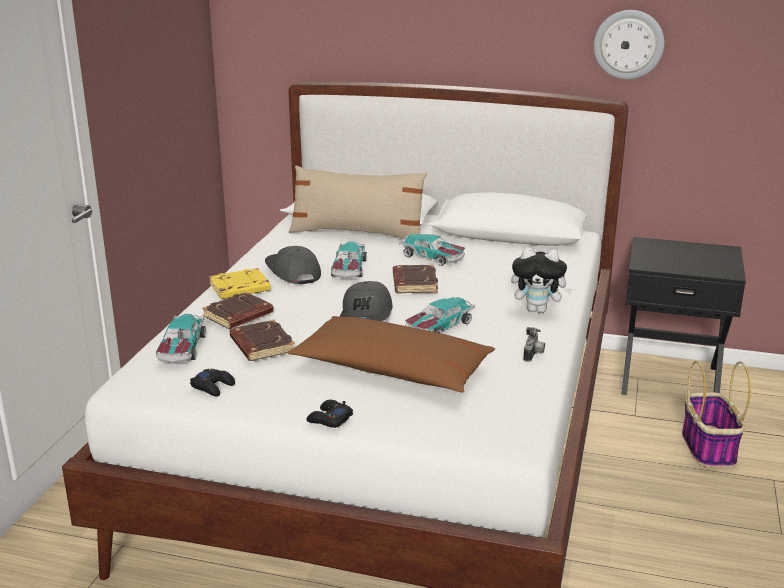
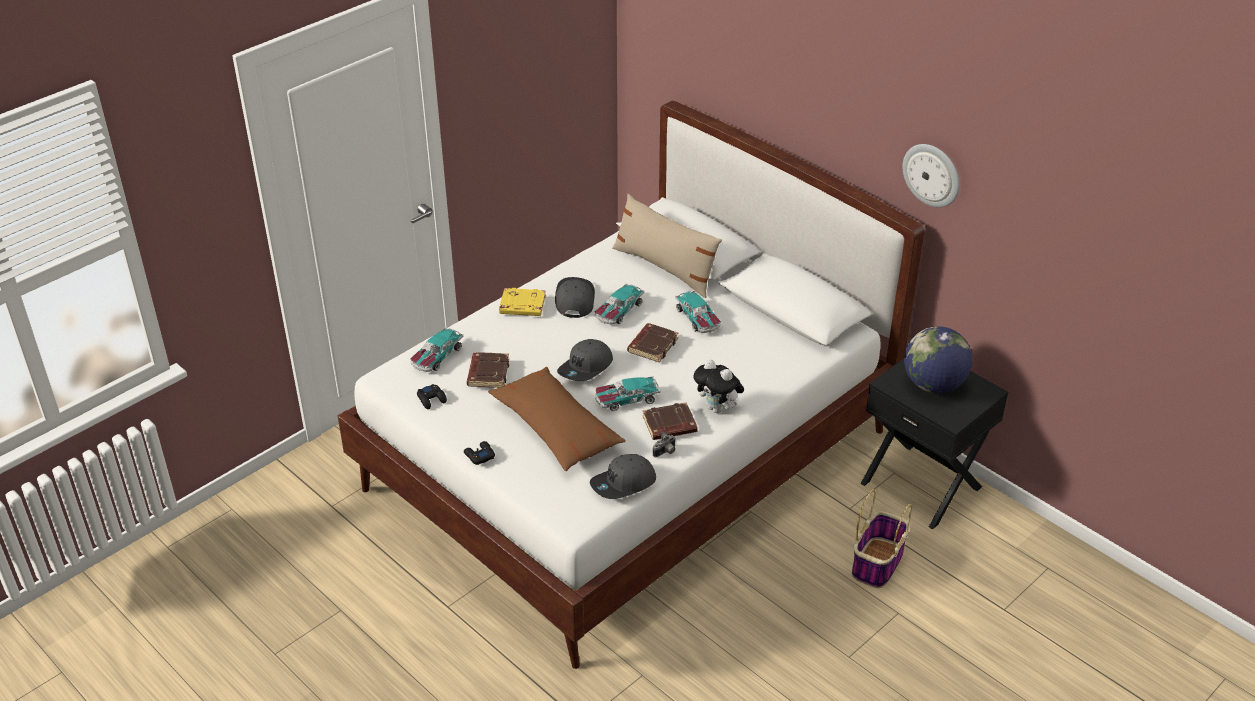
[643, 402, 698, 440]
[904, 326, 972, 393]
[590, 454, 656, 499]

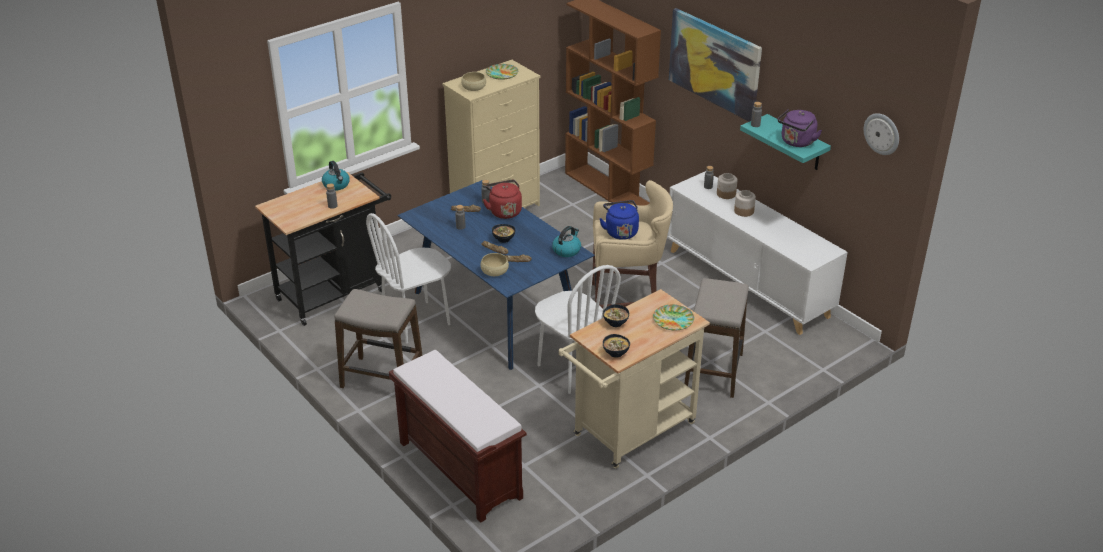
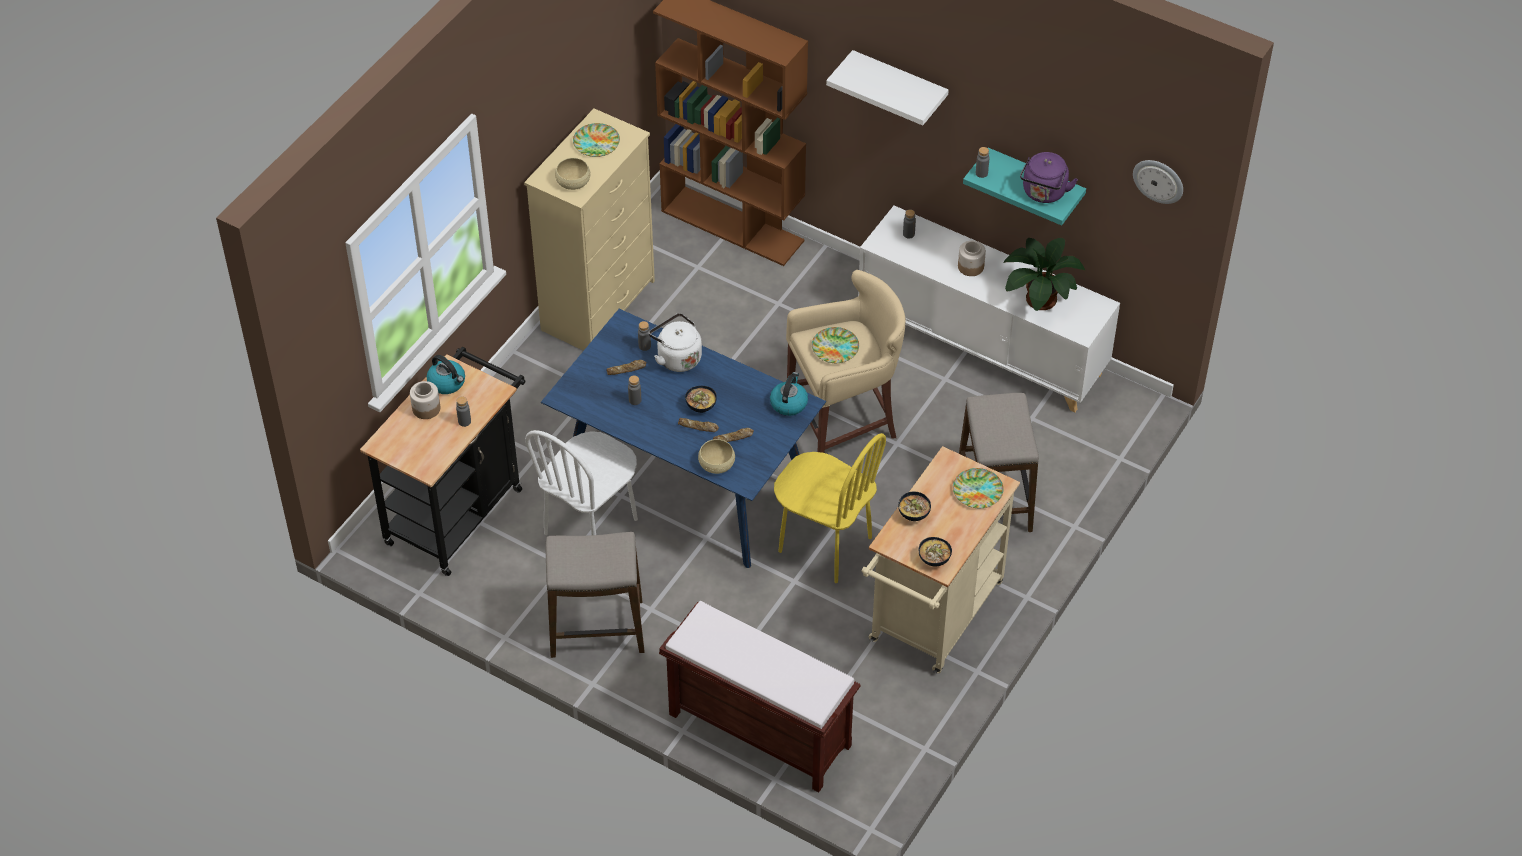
[826, 50, 949, 126]
[410, 381, 440, 419]
[649, 313, 702, 372]
[812, 327, 859, 363]
[774, 433, 886, 583]
[1003, 238, 1085, 311]

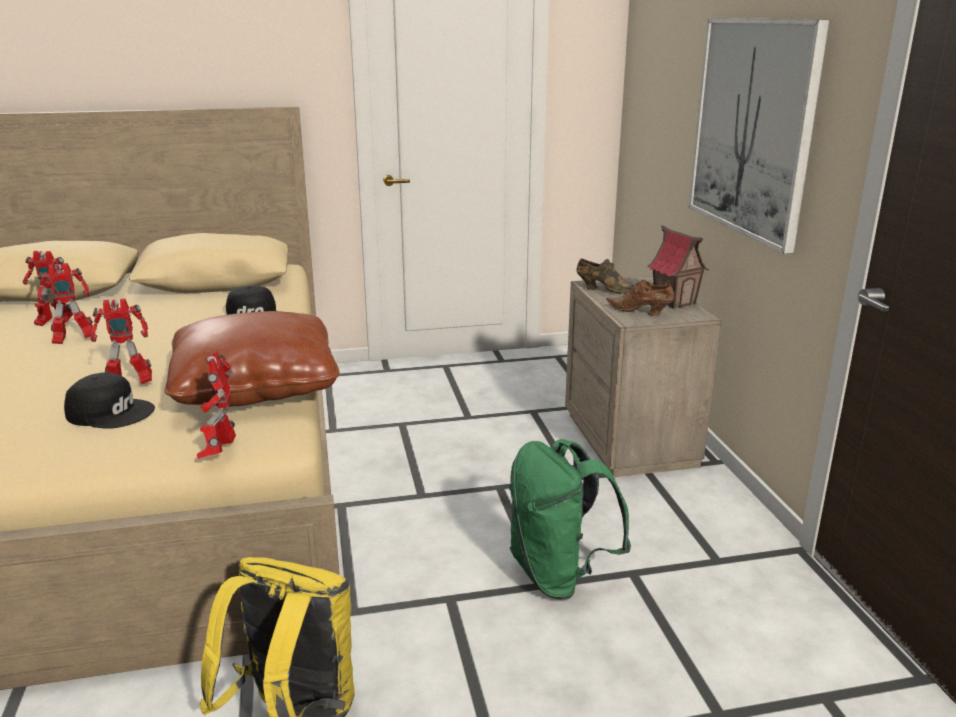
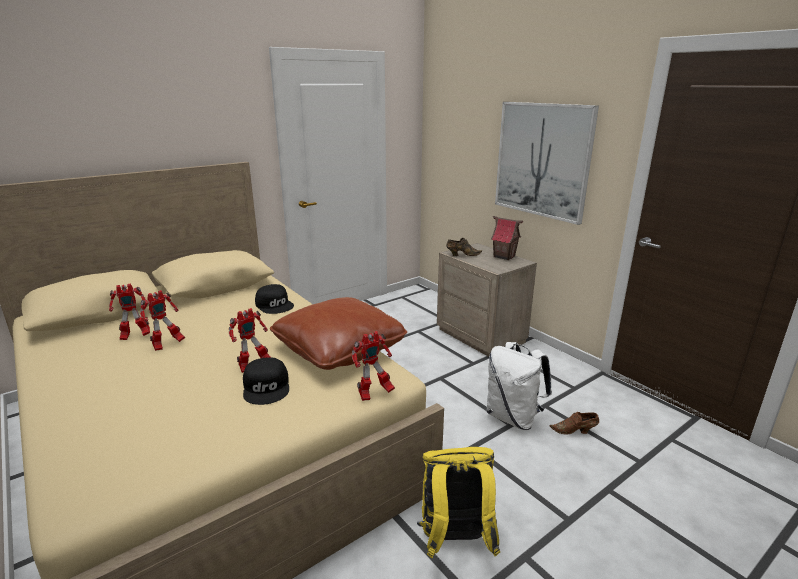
[549, 412, 599, 435]
[352, 331, 395, 401]
[243, 358, 289, 405]
[486, 342, 552, 430]

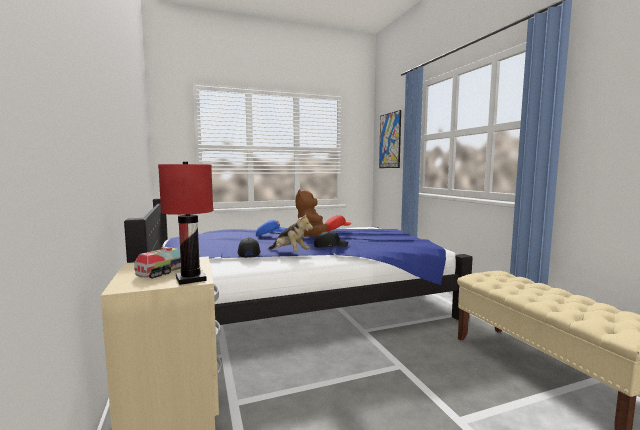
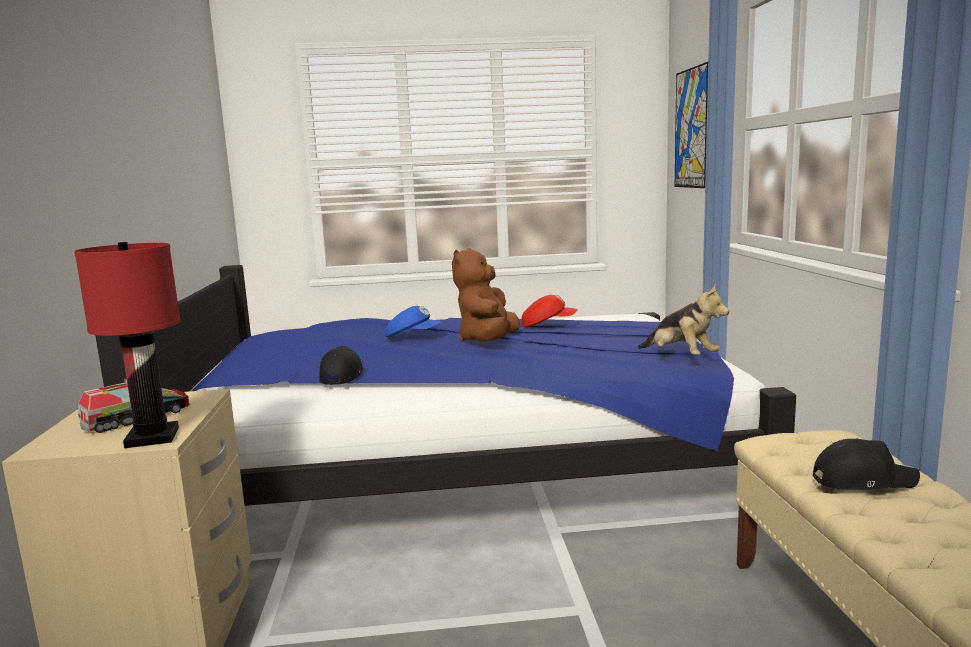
[638, 284, 729, 355]
[813, 439, 920, 490]

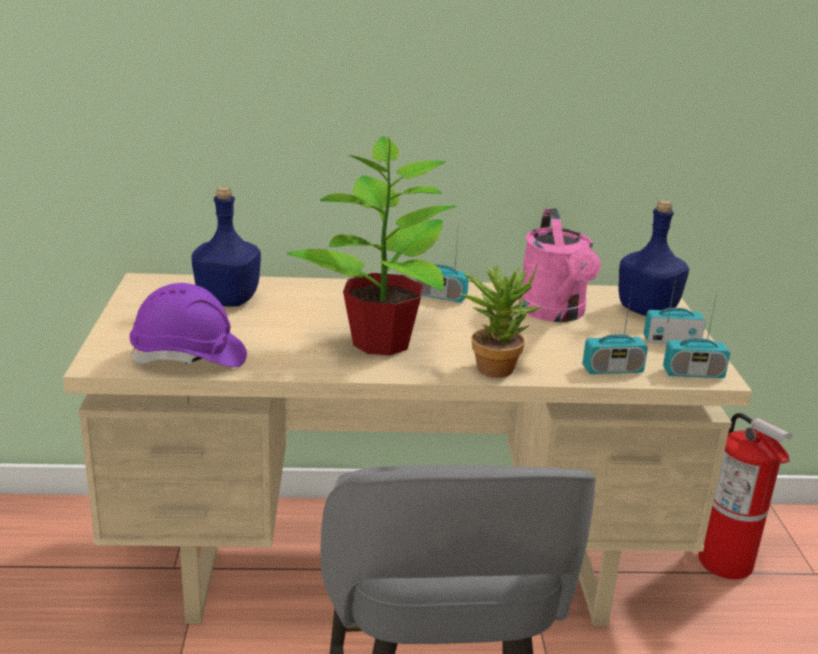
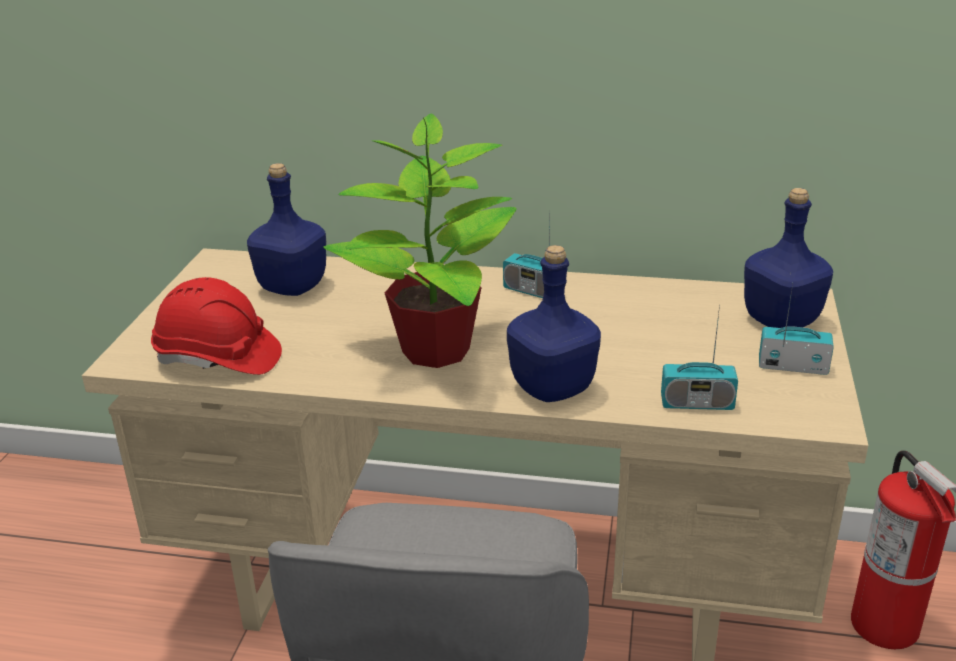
[518, 208, 601, 322] (first image)
[507, 245, 601, 402]
[151, 277, 282, 375]
[663, 294, 730, 378] (first image)

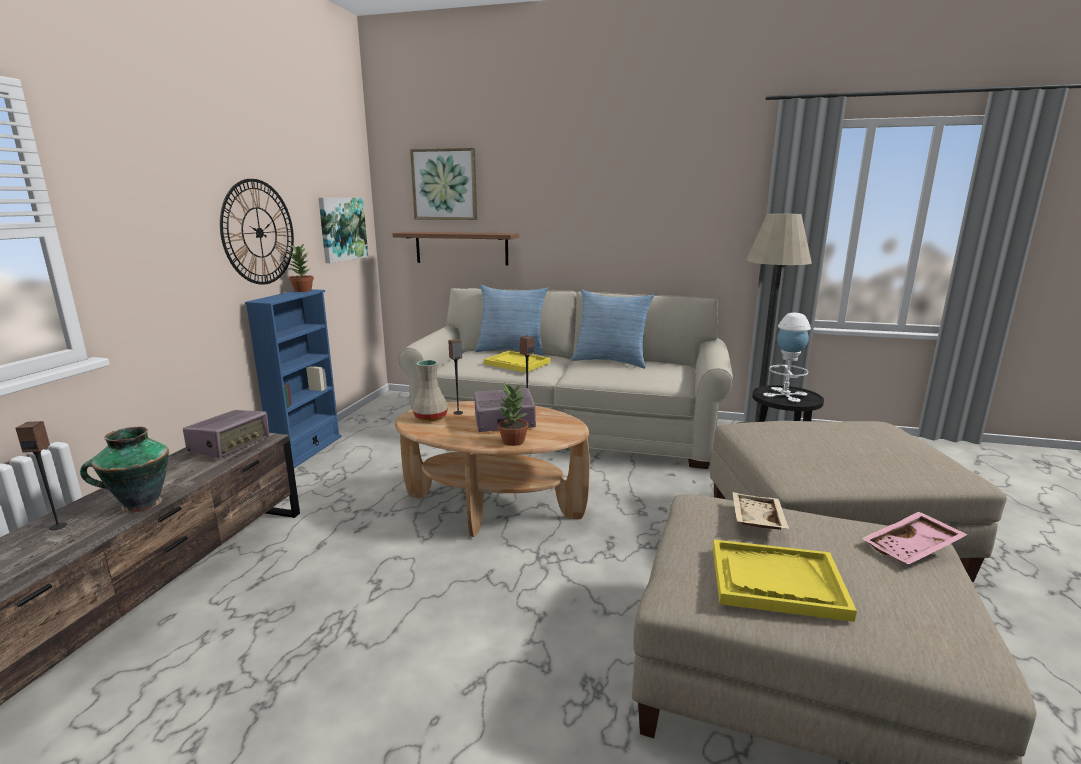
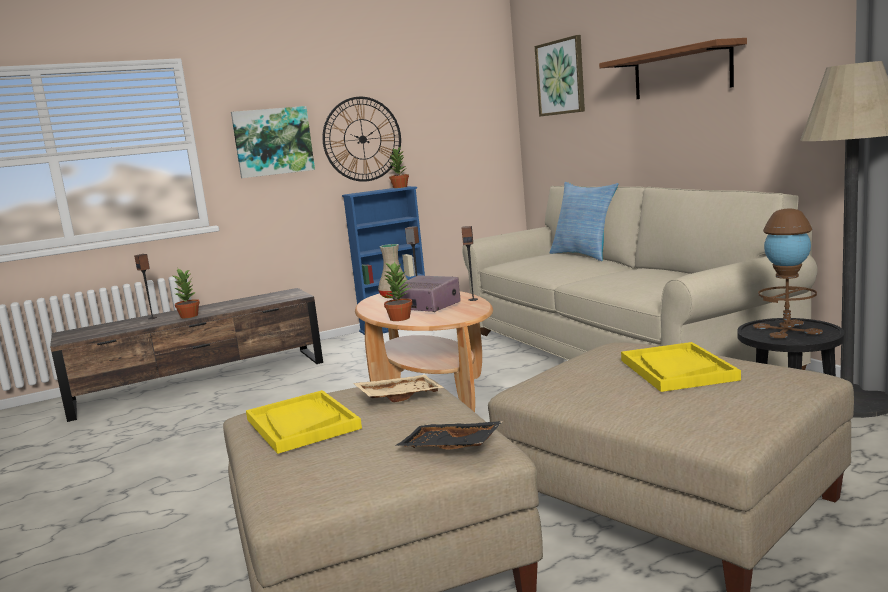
[231, 106, 315, 178]
[599, 38, 747, 99]
[572, 290, 654, 368] (first image)
[753, 209, 823, 338]
[621, 342, 741, 392]
[183, 410, 269, 458] (first image)
[173, 269, 200, 318]
[395, 421, 503, 450]

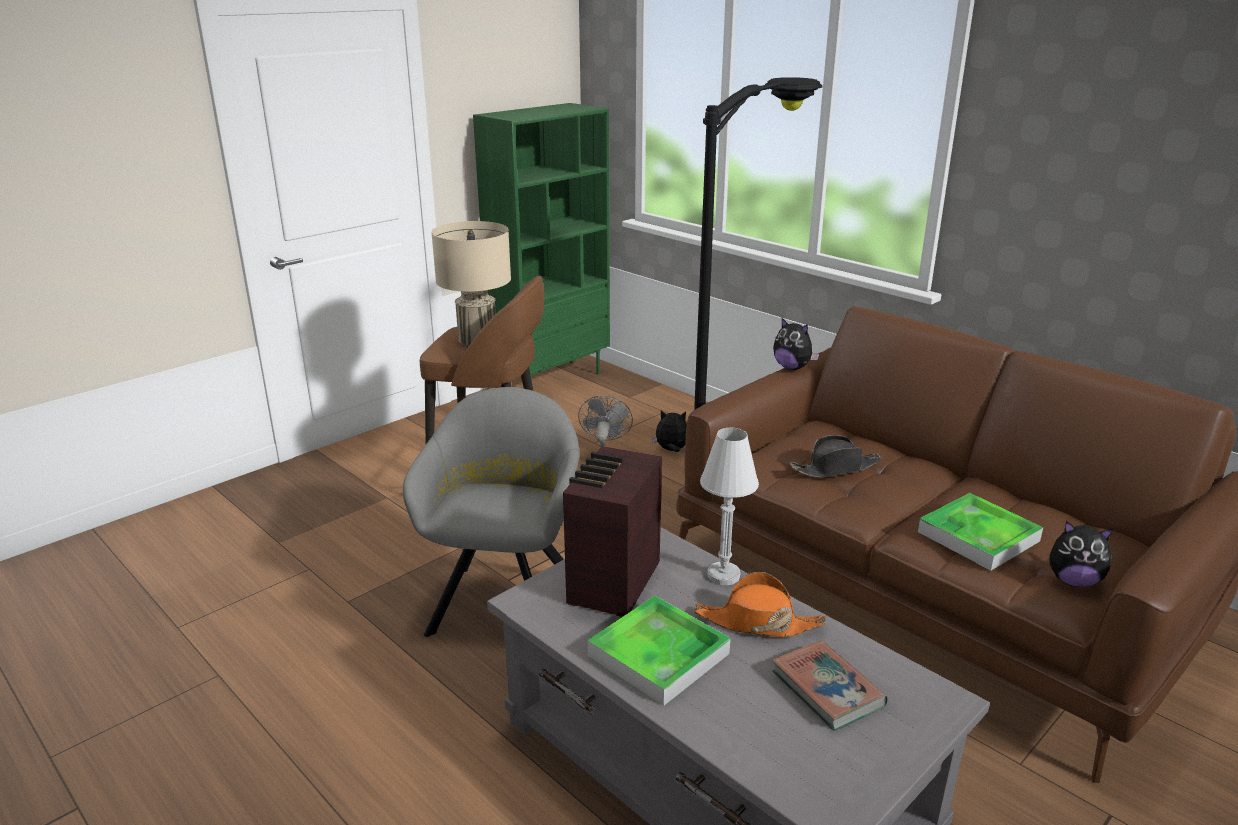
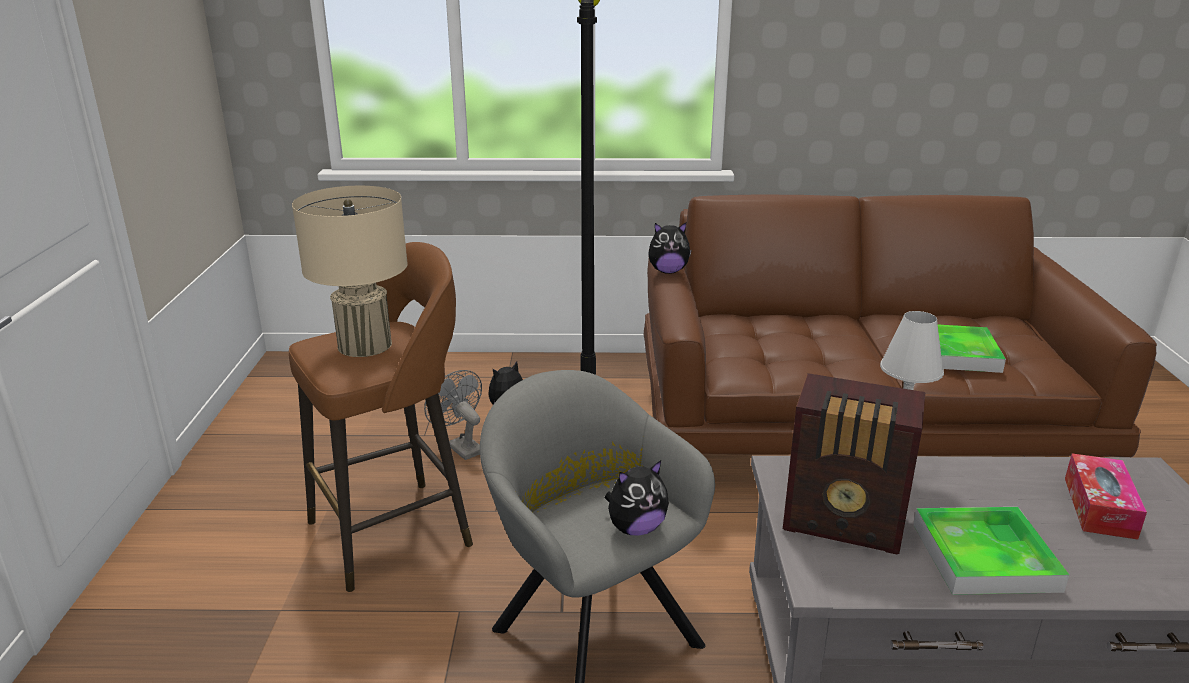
[473, 103, 610, 381] (first image)
[790, 435, 882, 478] (first image)
[783, 373, 925, 554]
[605, 460, 669, 535]
[694, 572, 826, 637] (first image)
[1065, 453, 1147, 540]

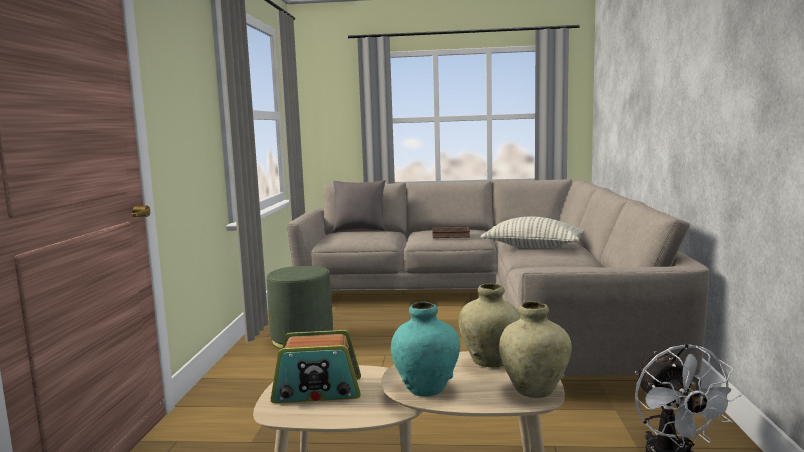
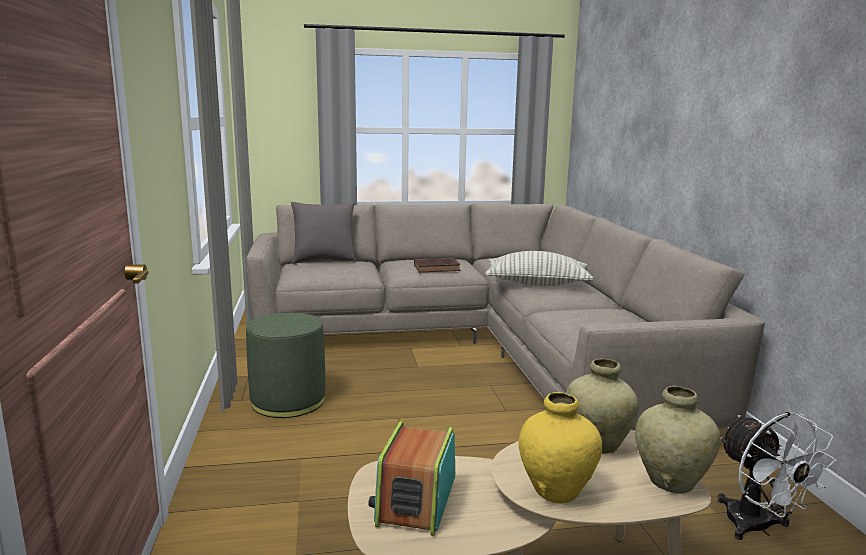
[519, 392, 603, 503]
[368, 421, 455, 536]

